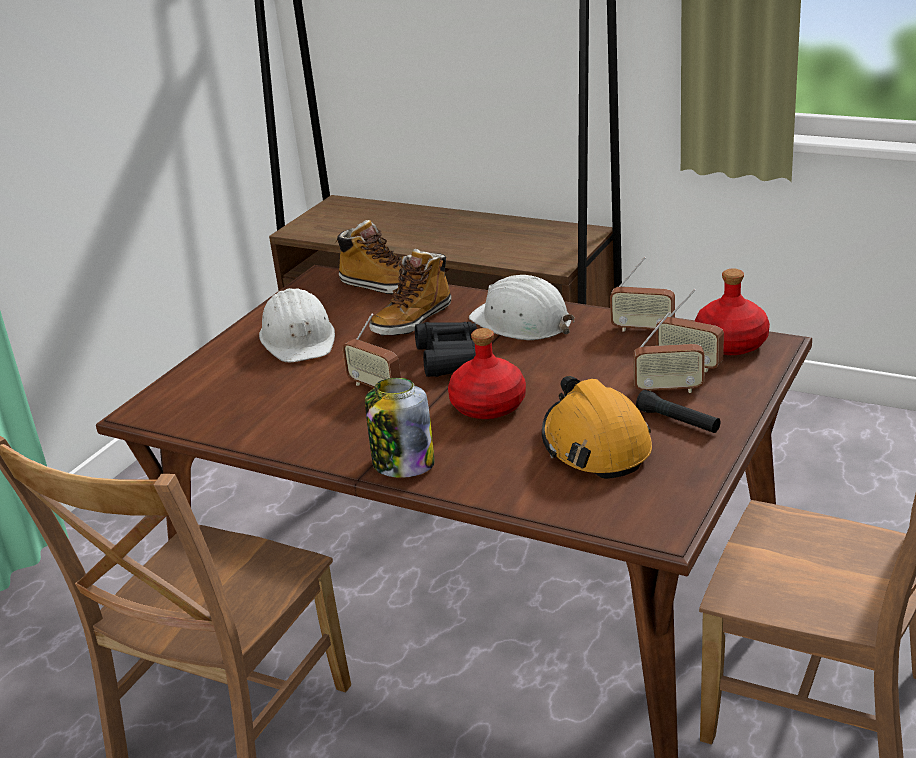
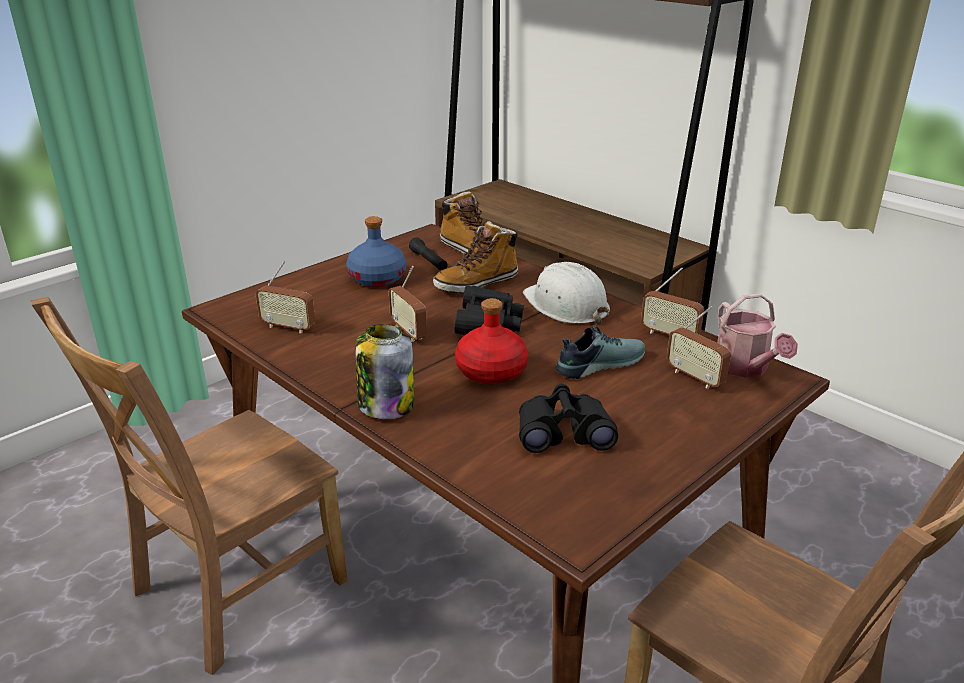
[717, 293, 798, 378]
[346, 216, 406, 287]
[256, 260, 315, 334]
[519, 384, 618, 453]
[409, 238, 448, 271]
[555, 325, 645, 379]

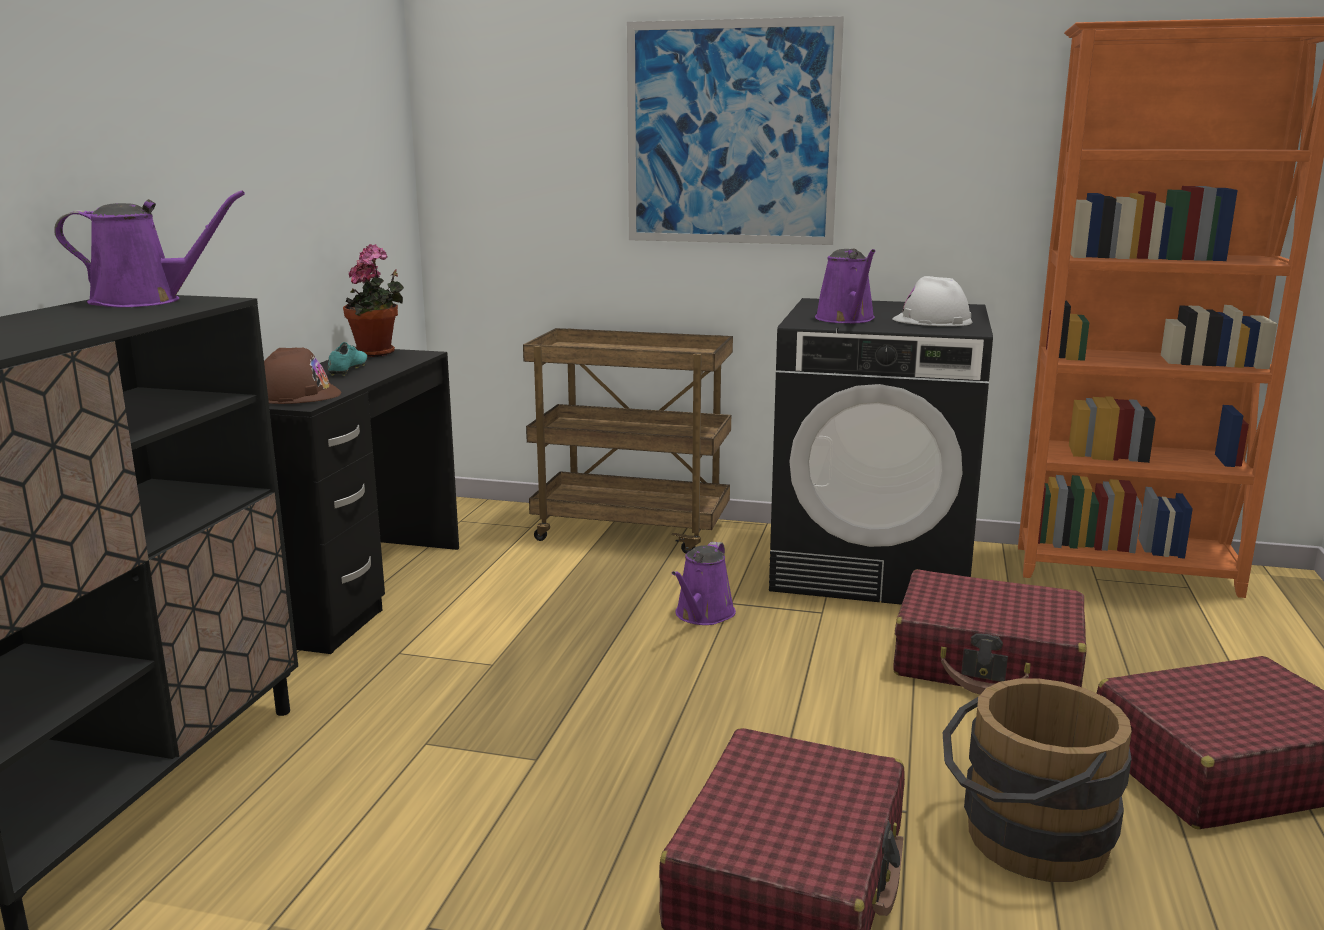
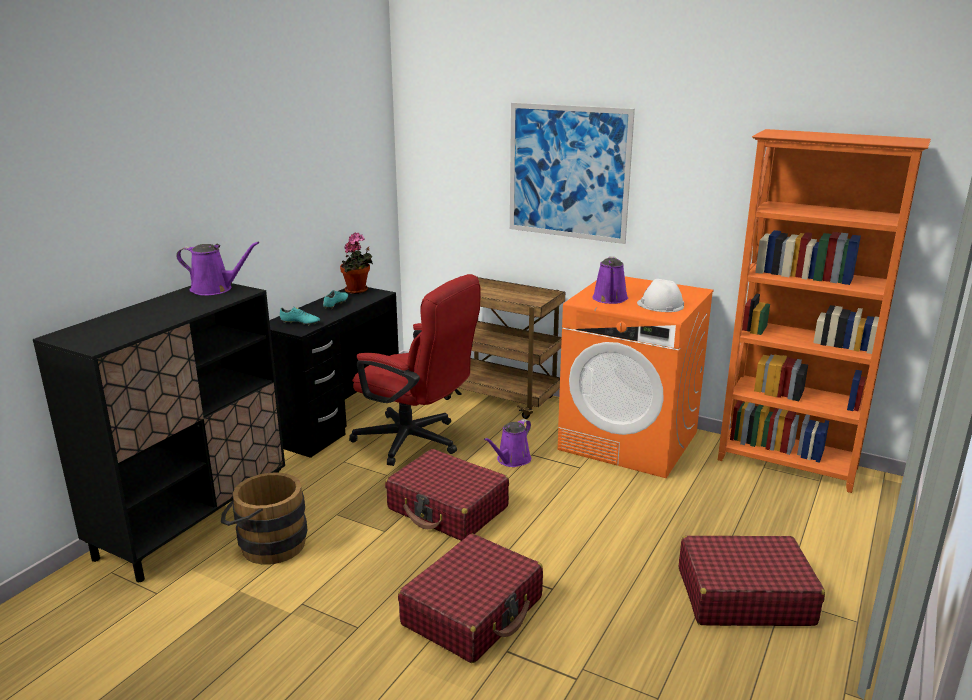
[557, 277, 714, 478]
[280, 307, 320, 325]
[385, 449, 509, 541]
[221, 472, 308, 565]
[349, 274, 481, 466]

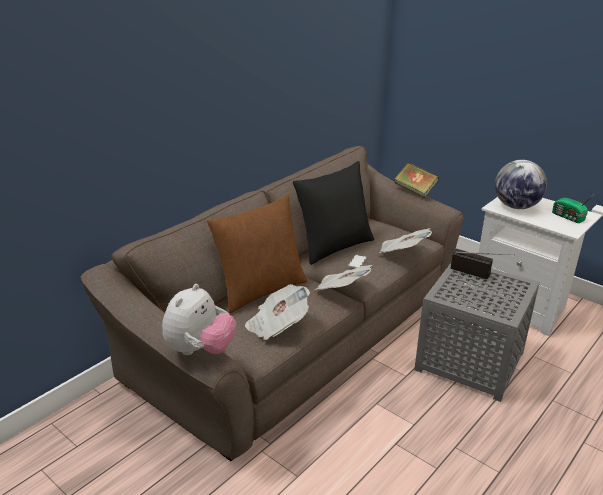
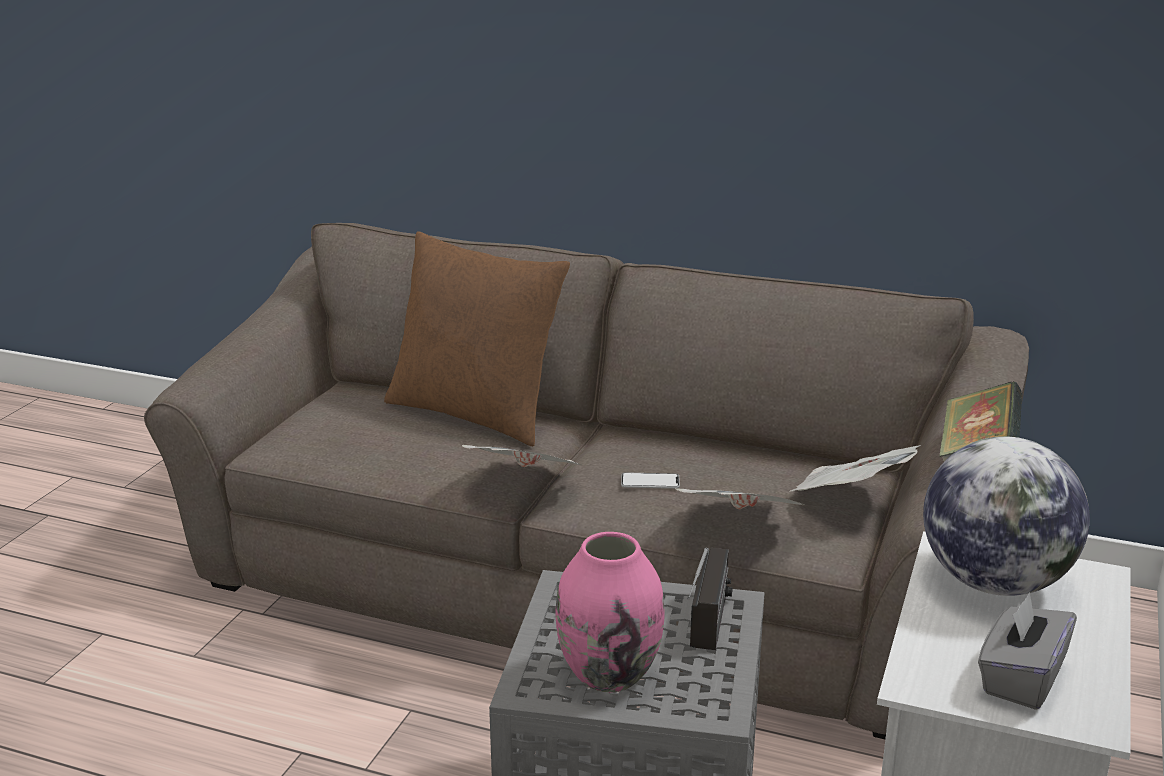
[293, 161, 374, 265] (first image)
[978, 592, 1077, 710]
[162, 284, 236, 355] (first image)
[789, 445, 921, 492]
[556, 532, 665, 693]

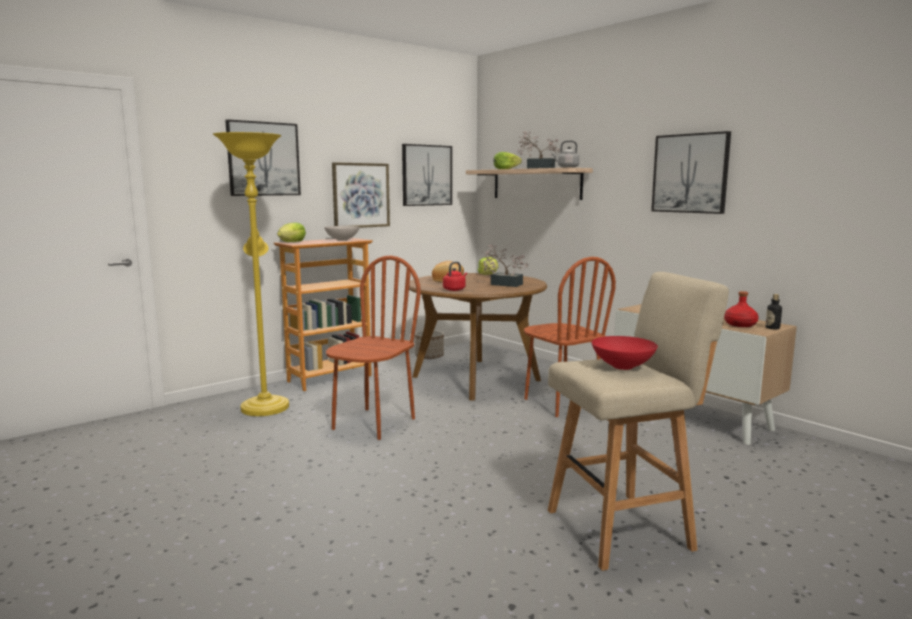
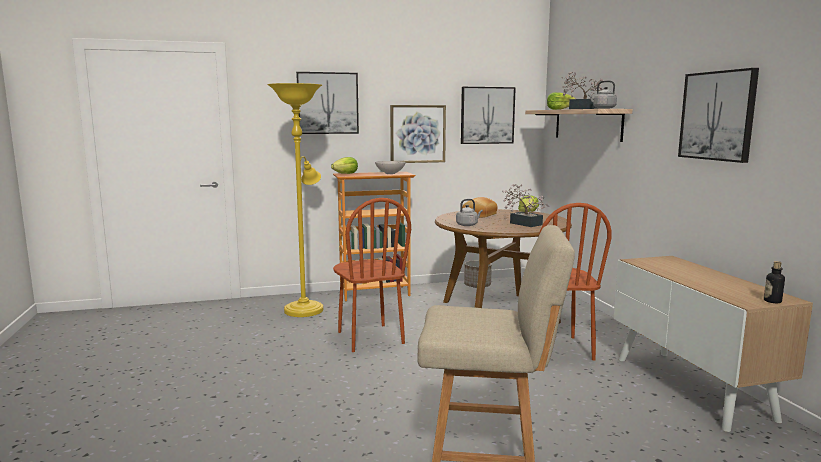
[333, 198, 411, 352]
[456, 199, 483, 226]
[724, 291, 759, 327] (first image)
[592, 336, 658, 370] (first image)

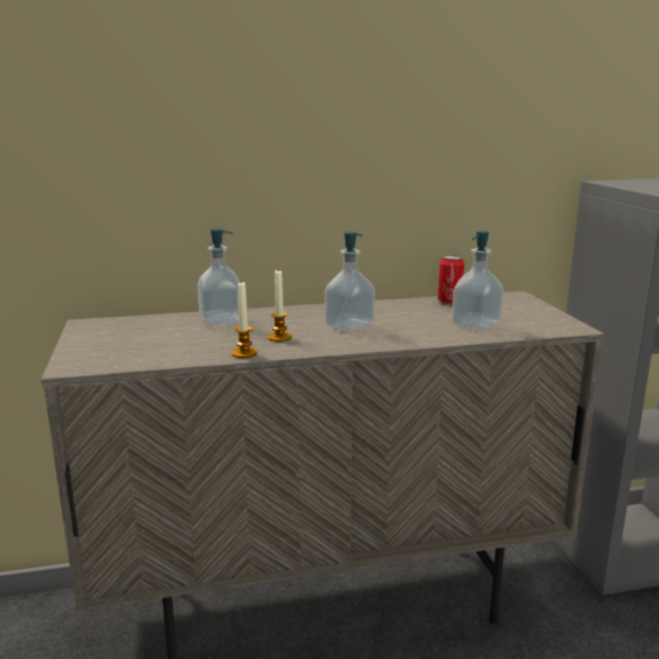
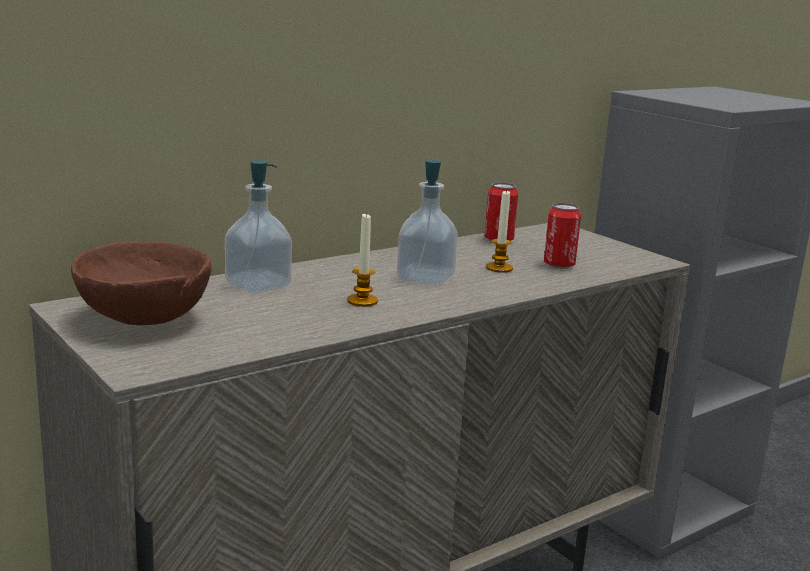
[544, 203, 581, 269]
[486, 189, 513, 273]
[71, 241, 211, 325]

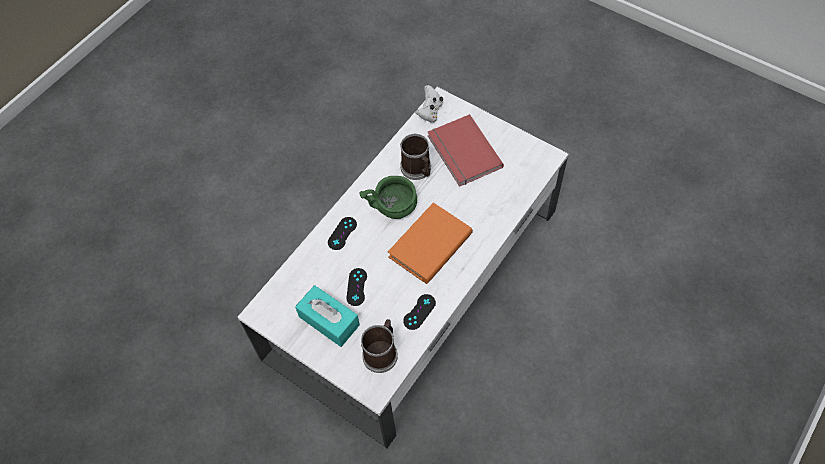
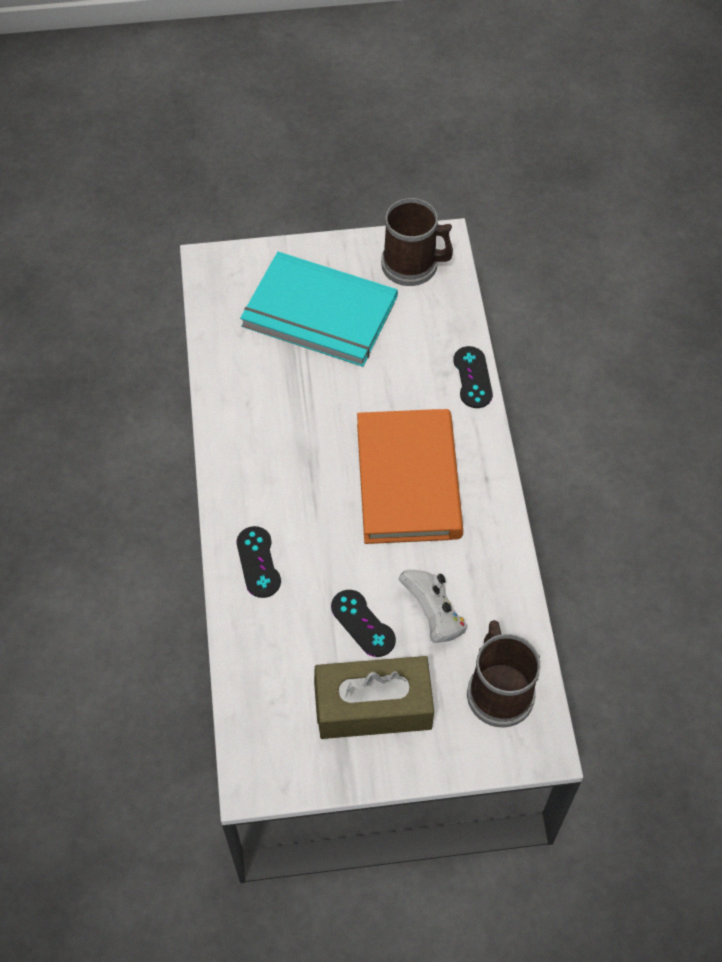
[398, 570, 467, 643]
[240, 251, 398, 367]
[381, 198, 453, 286]
[359, 176, 417, 219] (first image)
[314, 656, 434, 739]
[453, 346, 493, 408]

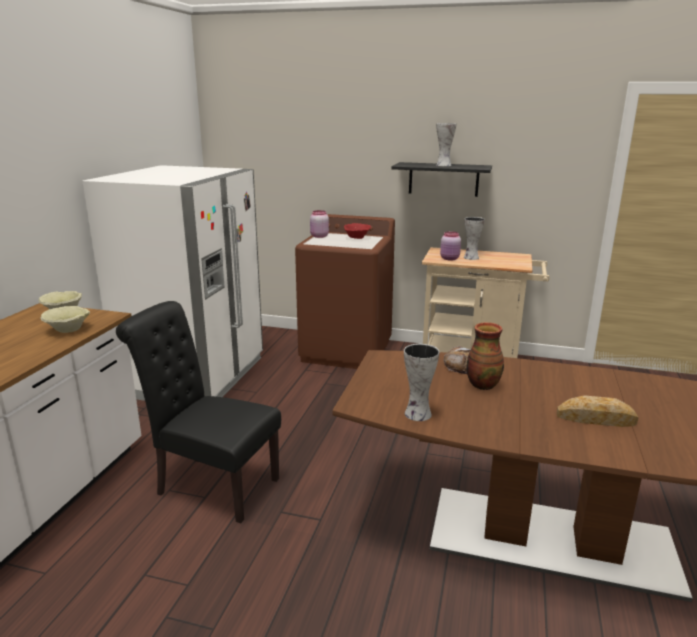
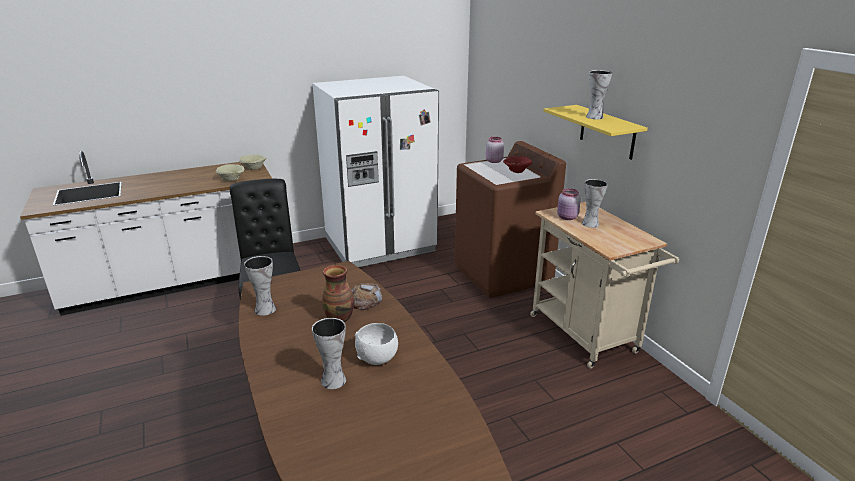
[543, 105, 648, 160]
[312, 318, 346, 389]
[355, 323, 398, 365]

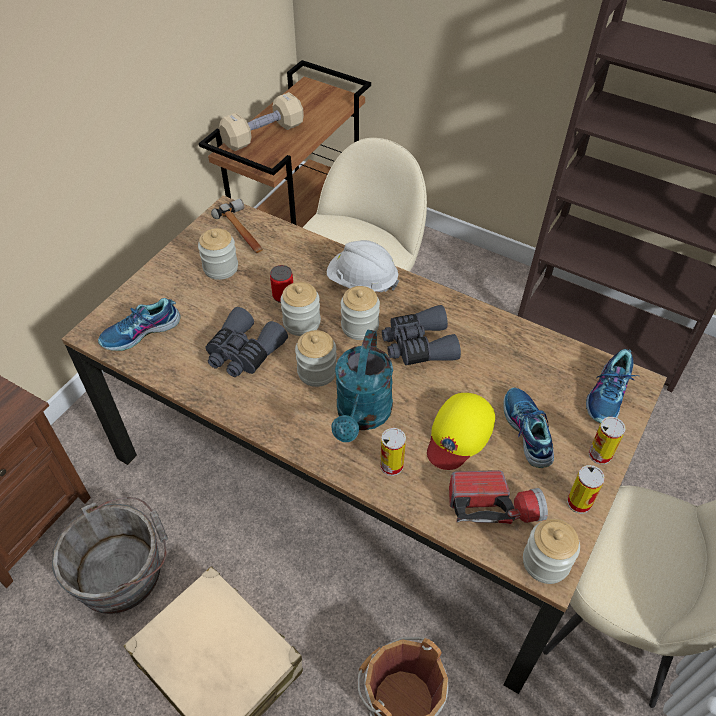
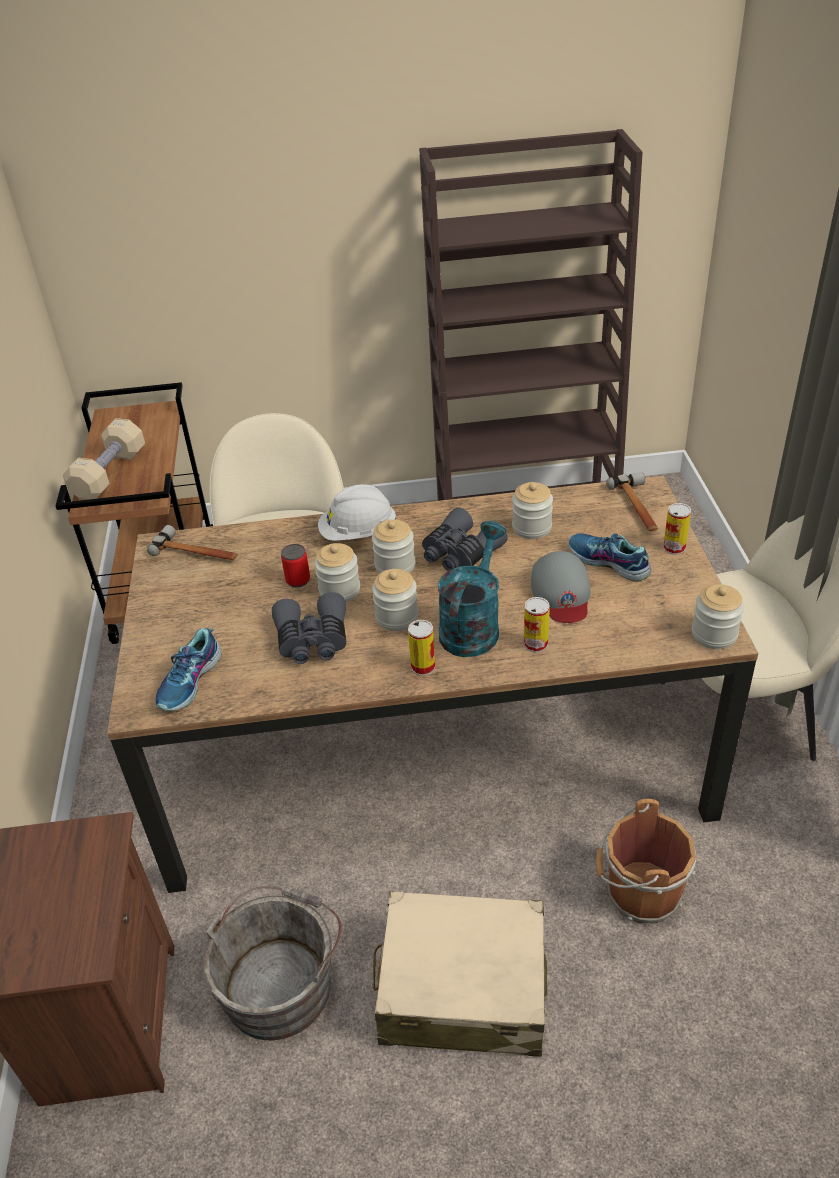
[512, 482, 553, 539]
[438, 521, 506, 657]
[606, 472, 658, 531]
[531, 551, 591, 623]
[408, 620, 436, 676]
[449, 470, 548, 524] (first image)

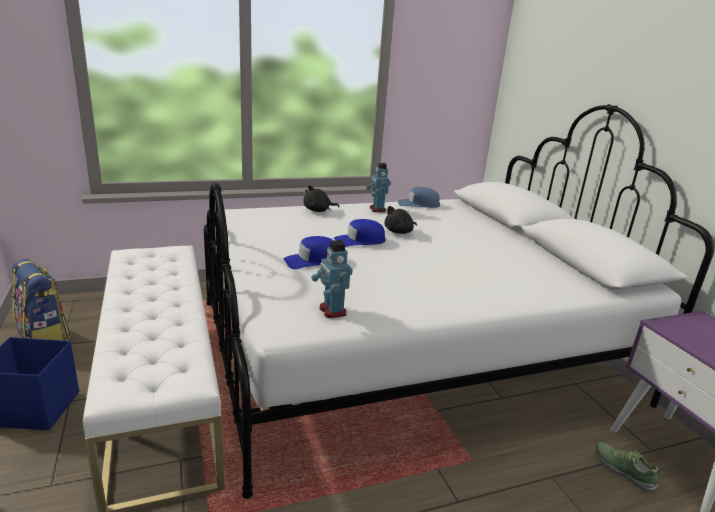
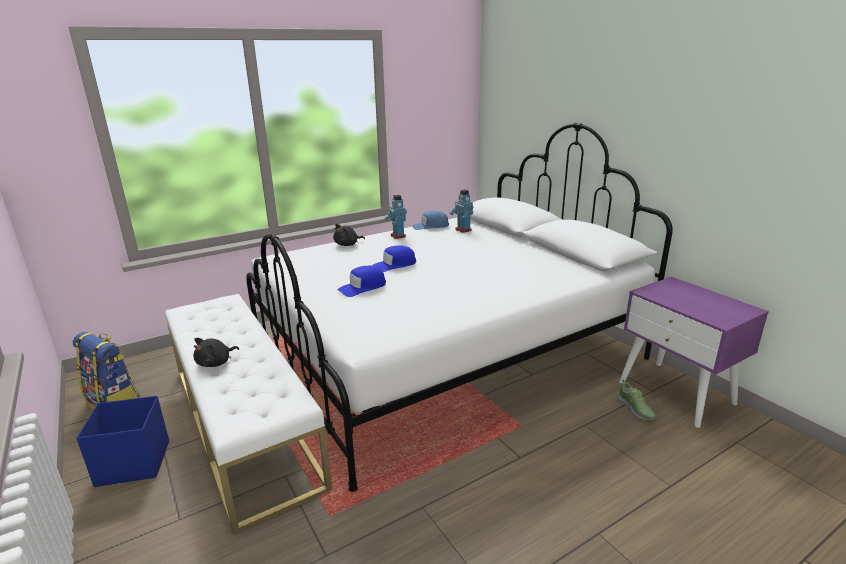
[193, 338, 239, 367]
[450, 190, 473, 233]
[616, 380, 656, 420]

